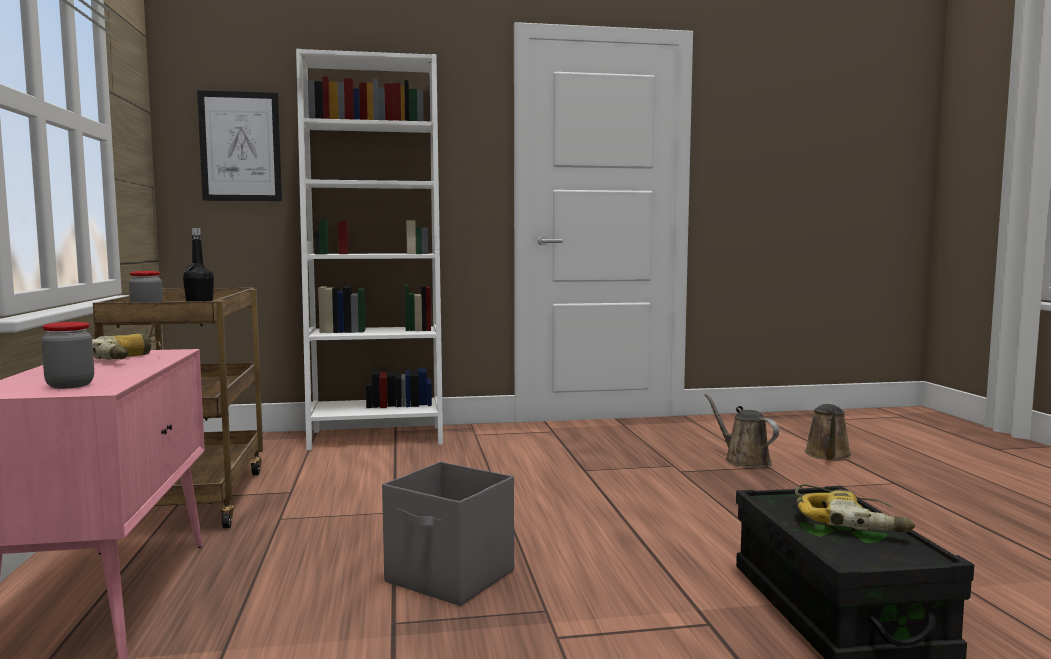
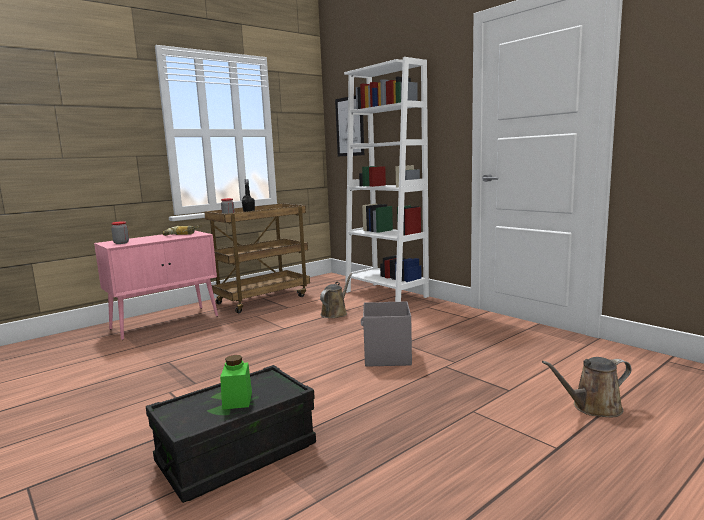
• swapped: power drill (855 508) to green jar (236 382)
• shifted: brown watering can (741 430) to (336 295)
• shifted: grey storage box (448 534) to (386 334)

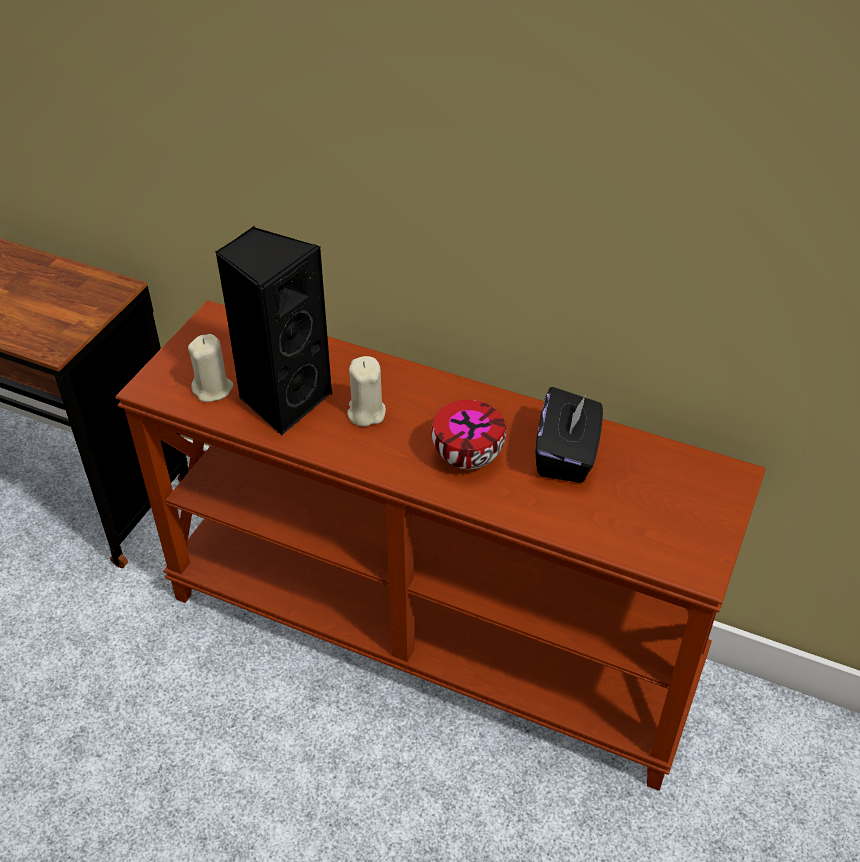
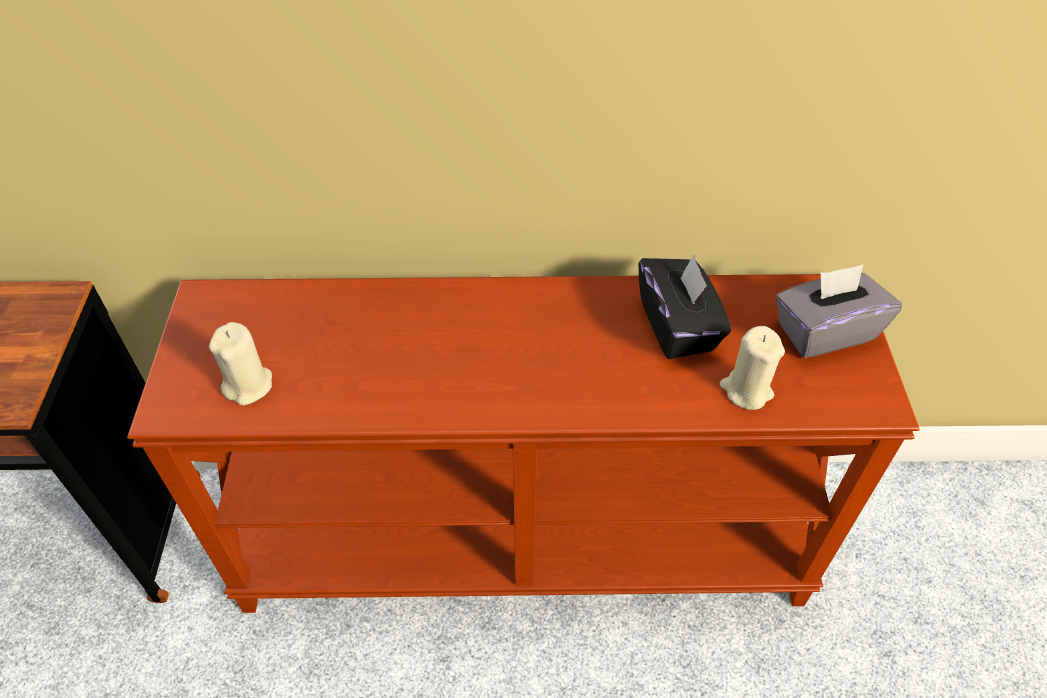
• shifted: beige candle (366 391) to (752 368)
• new: grey tissue box (839 311)
• gone: black speaker (274 331)
• gone: bowl (468 434)

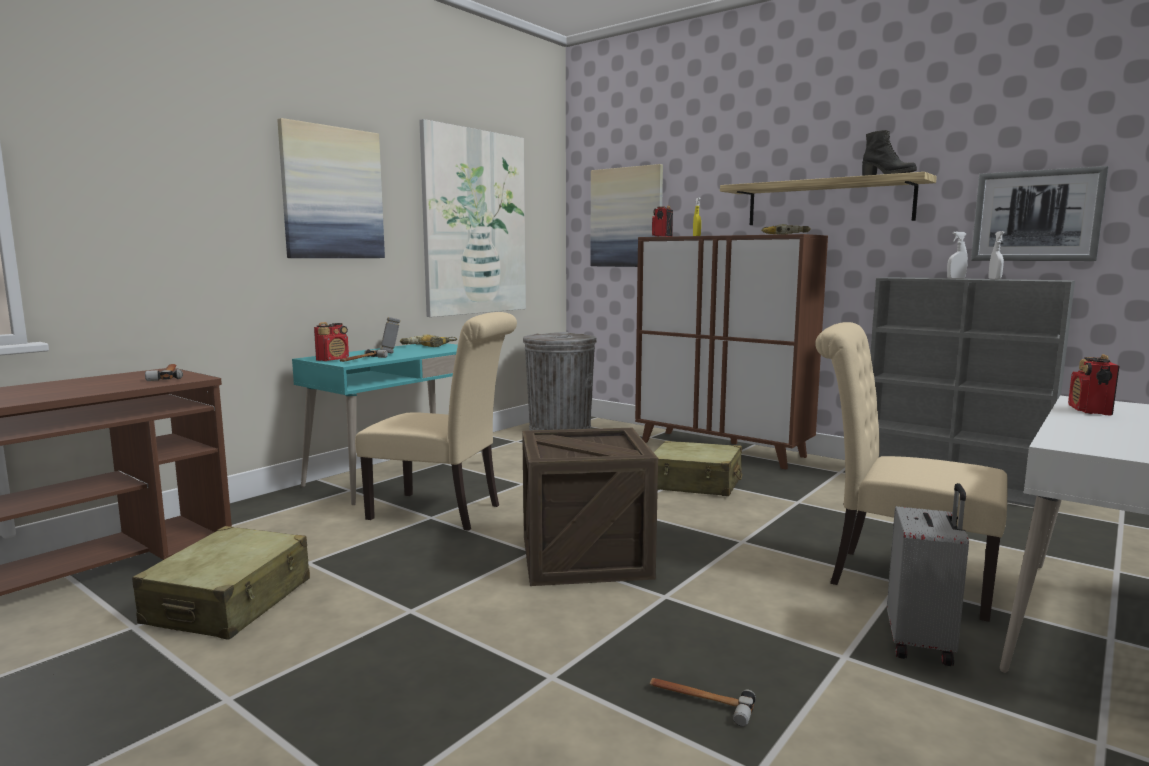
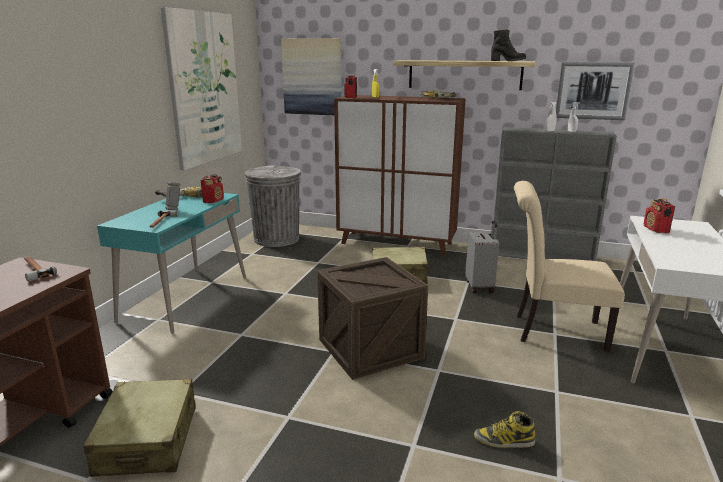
• shifted: radio (331 341) to (212 188)
• shifted: grey suitcase (928 574) to (482 256)
• swapped: hammer (703 702) to boot (504 429)
• gone: picture (331 188)
• gone: beige chair (436 421)

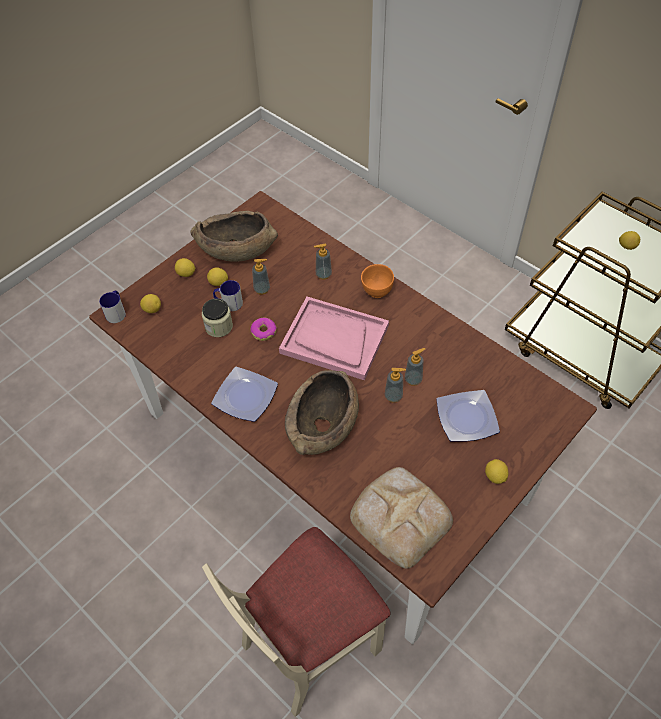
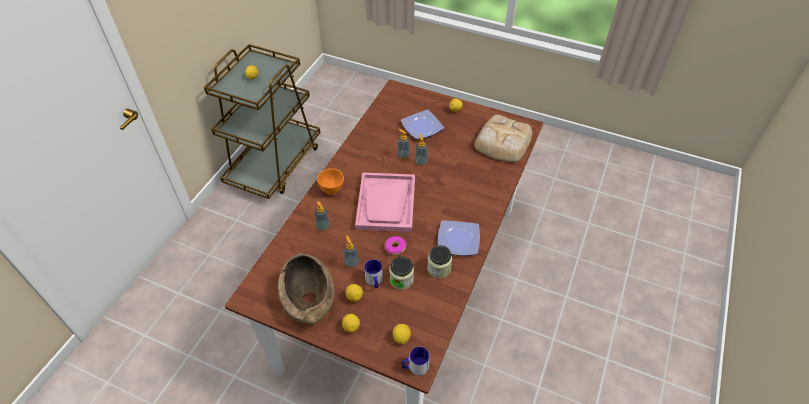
• new: jar (439 261)
• gone: beige chair (296 622)
• gone: brown bowl (322 412)

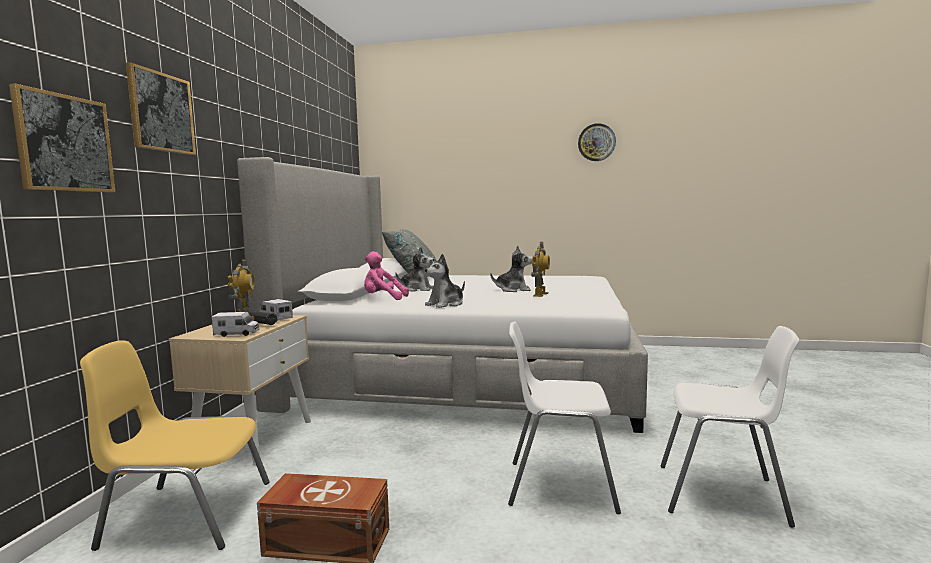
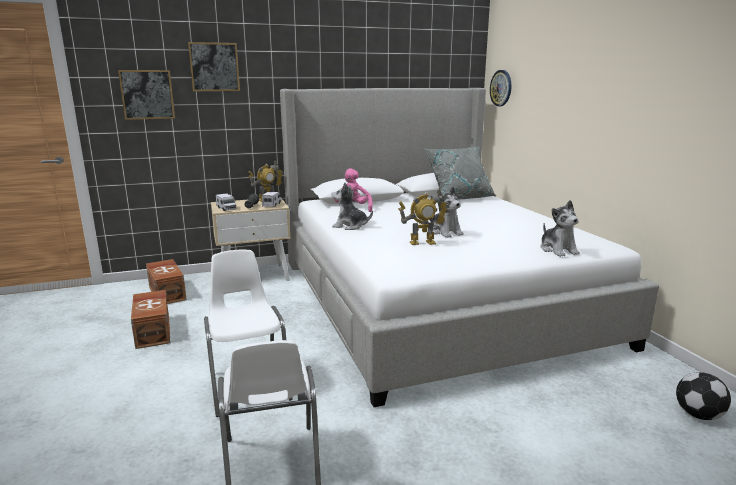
• swapped: yellow chair (175 445) to brown storage box (166 281)
• shifted: wall clock (597 142) to (500 88)
• shifted: plush toy (415 269) to (560 228)
• new: football (703 396)

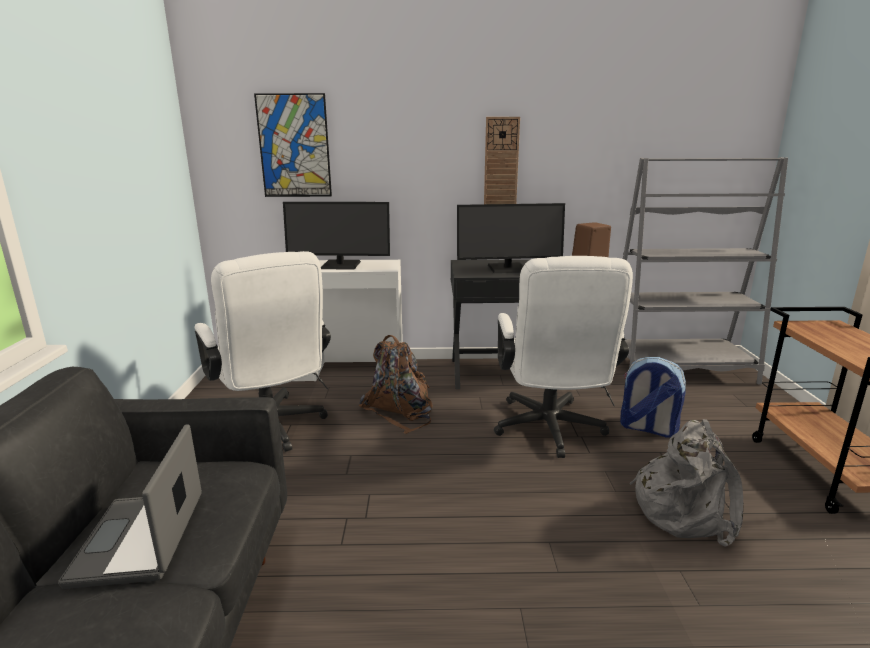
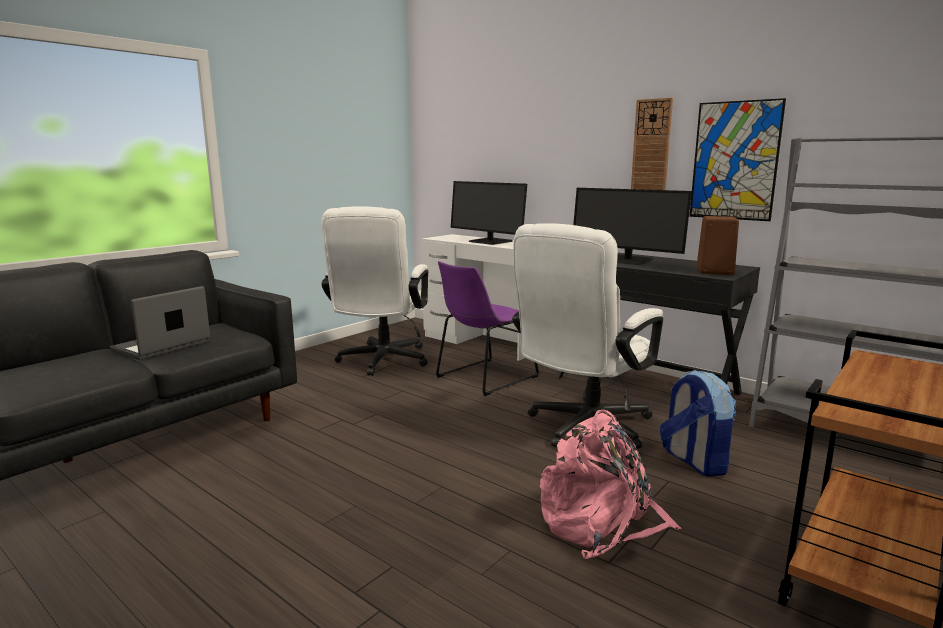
• swapped: brown backpack (396 384) to purple chair (487 328)
• repainted: grey backpack (686 482) to pink backpack (611 484)
• shifted: picture (293 145) to (737 159)

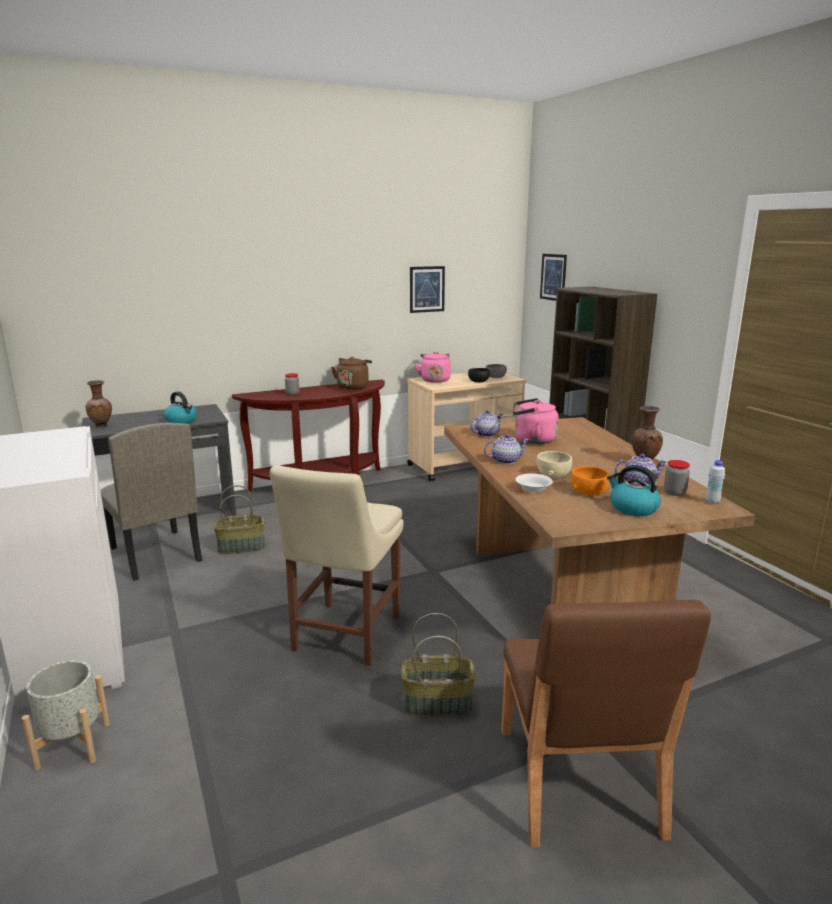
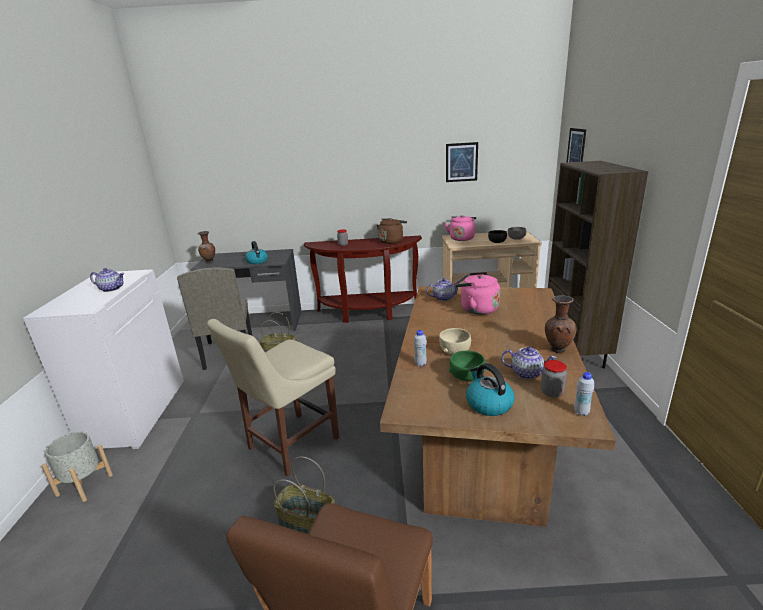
• shifted: teapot (506 449) to (107 280)
• swapped: white bowl (534 483) to white bottle (420 348)
• repainted: orange bowl (590 480) to green bowl (467 366)

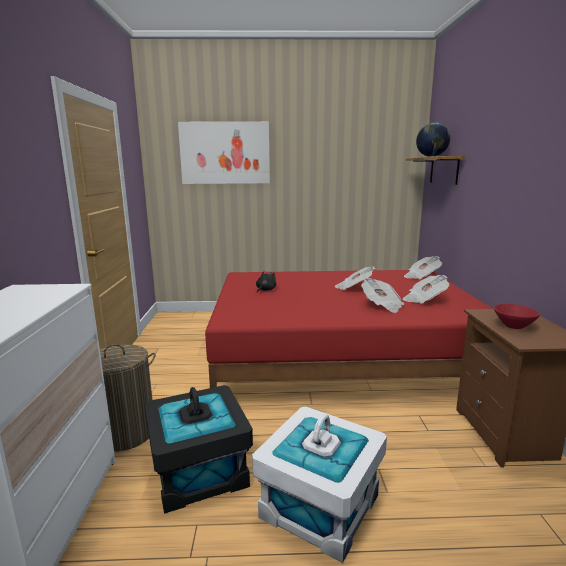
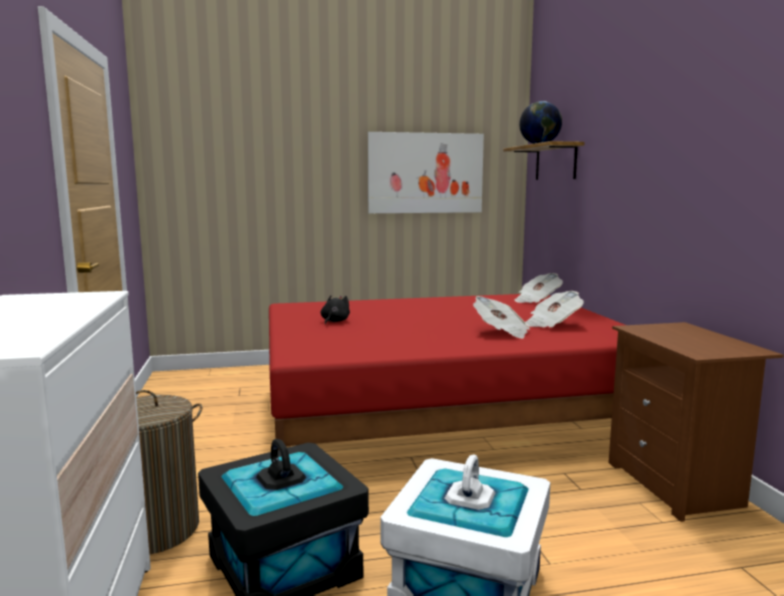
• shifted: picture (224 152) to (426 172)
• gone: newspaper (355 278)
• gone: red bowl (517 316)

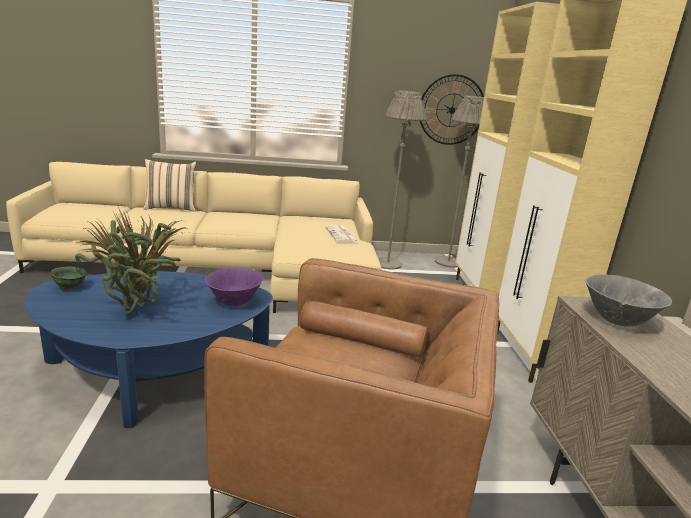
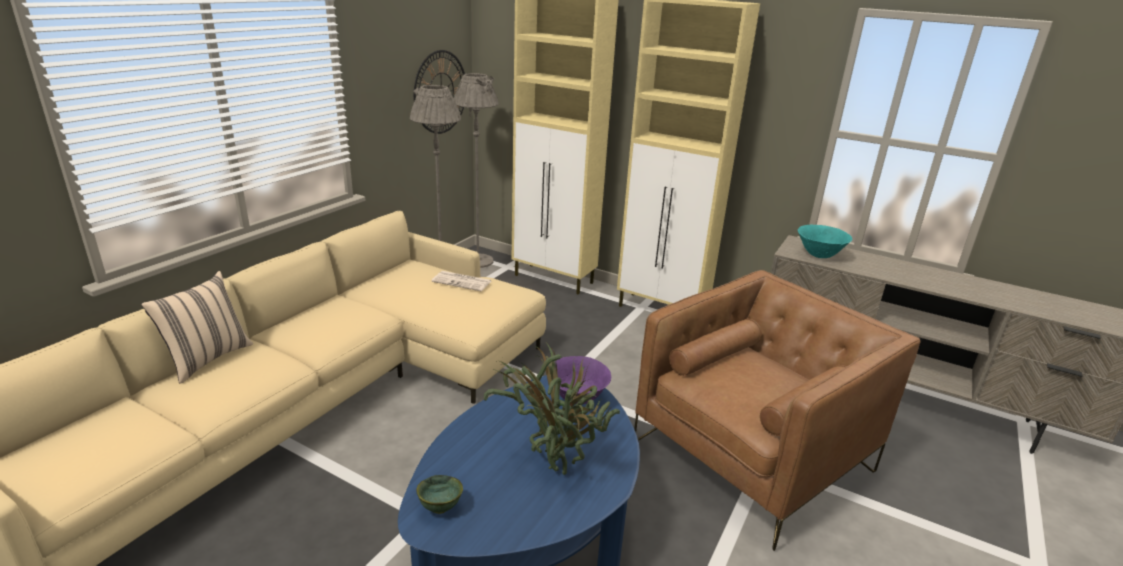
• repainted: grey bowl (628 300) to turquoise bowl (825 241)

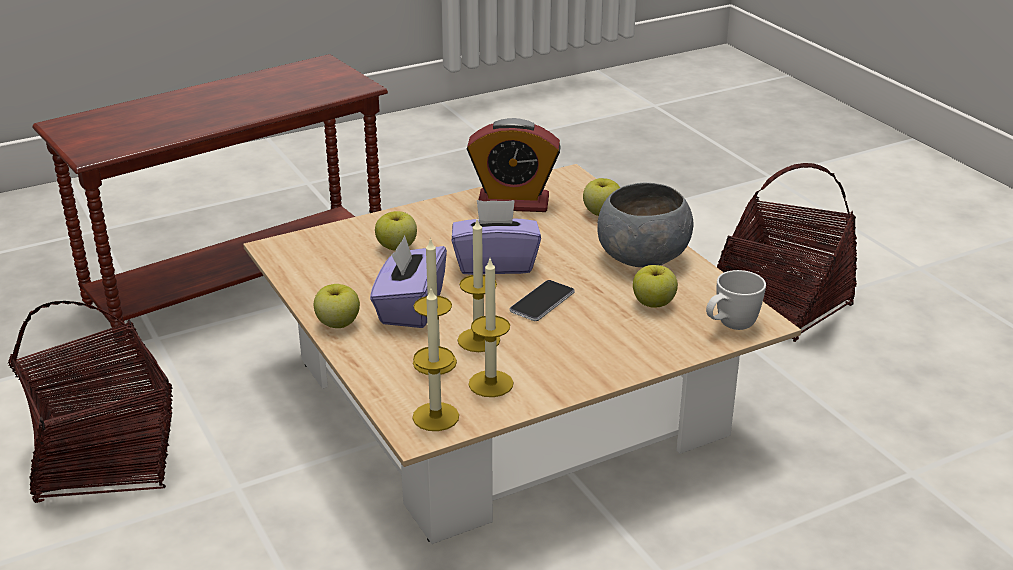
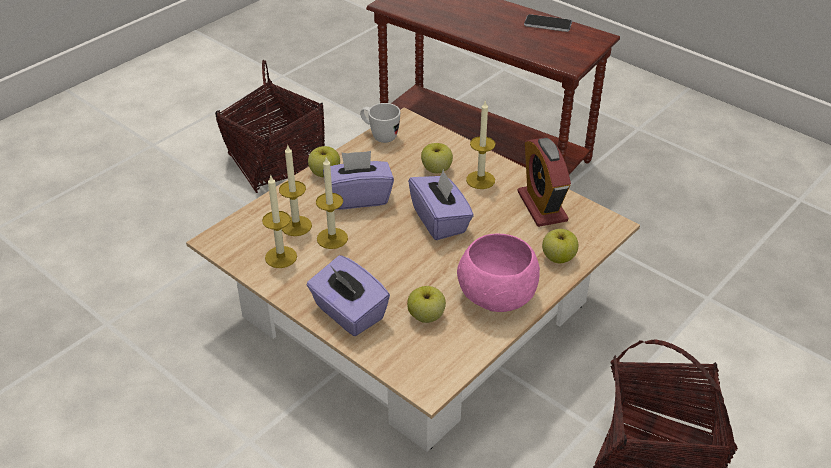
• new: purple tissue box (348 295)
• shifted: white mug (736 300) to (380 123)
• repainted: grey bowl (645 224) to pink bowl (498 273)
• shifted: candle (436 359) to (480 145)
• shifted: phone (542 300) to (548 23)

